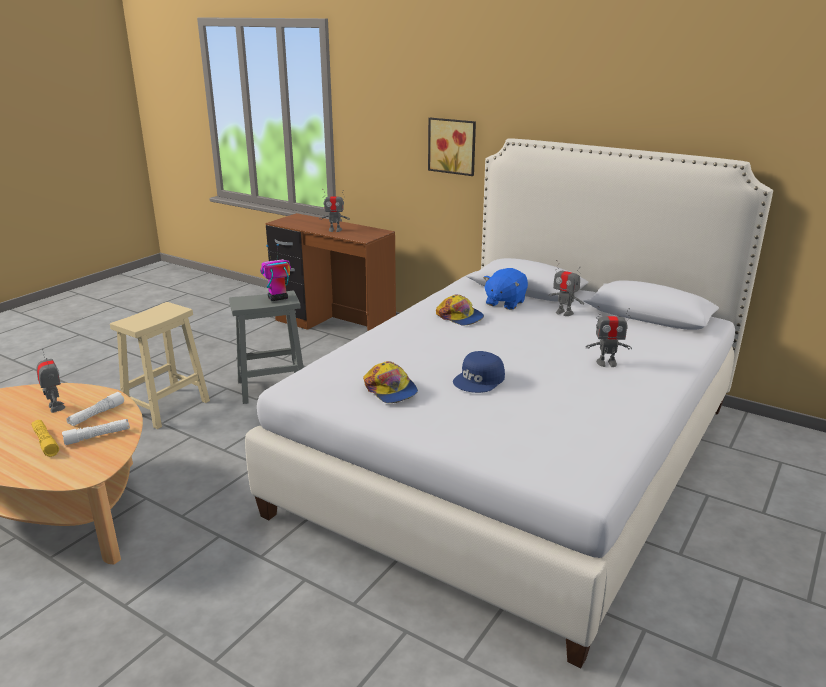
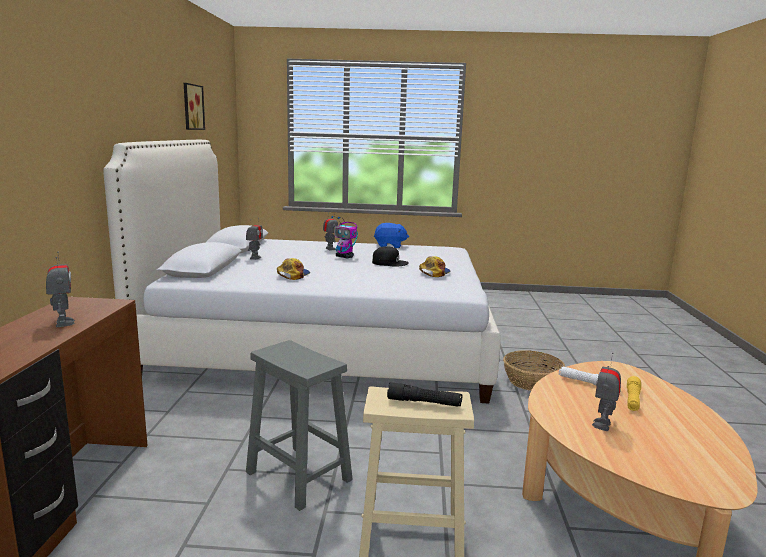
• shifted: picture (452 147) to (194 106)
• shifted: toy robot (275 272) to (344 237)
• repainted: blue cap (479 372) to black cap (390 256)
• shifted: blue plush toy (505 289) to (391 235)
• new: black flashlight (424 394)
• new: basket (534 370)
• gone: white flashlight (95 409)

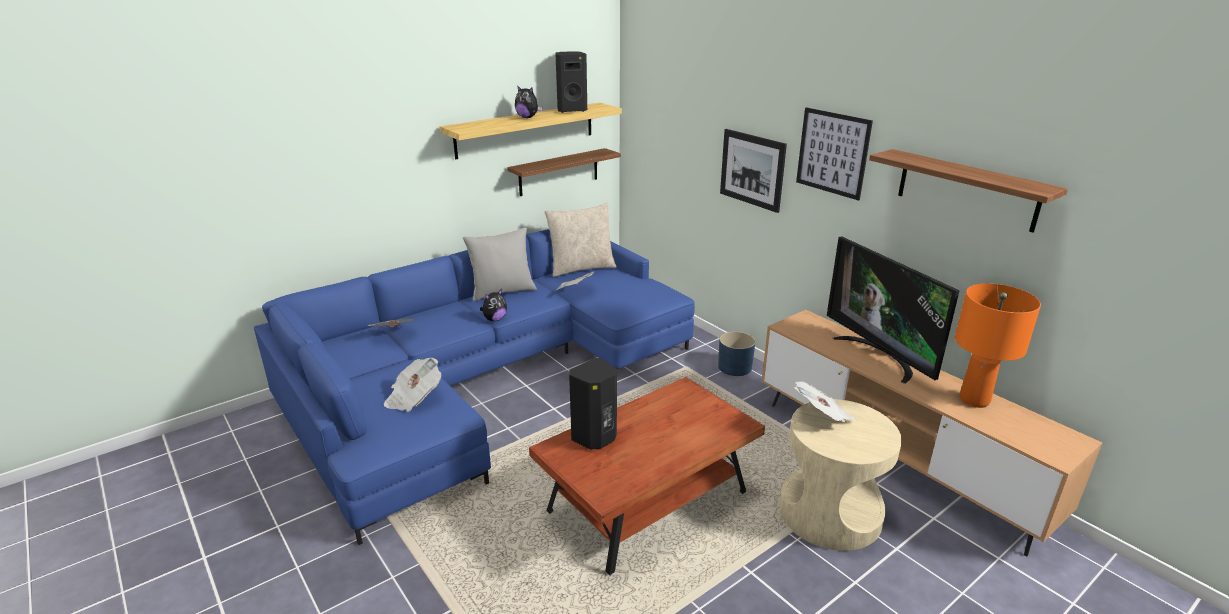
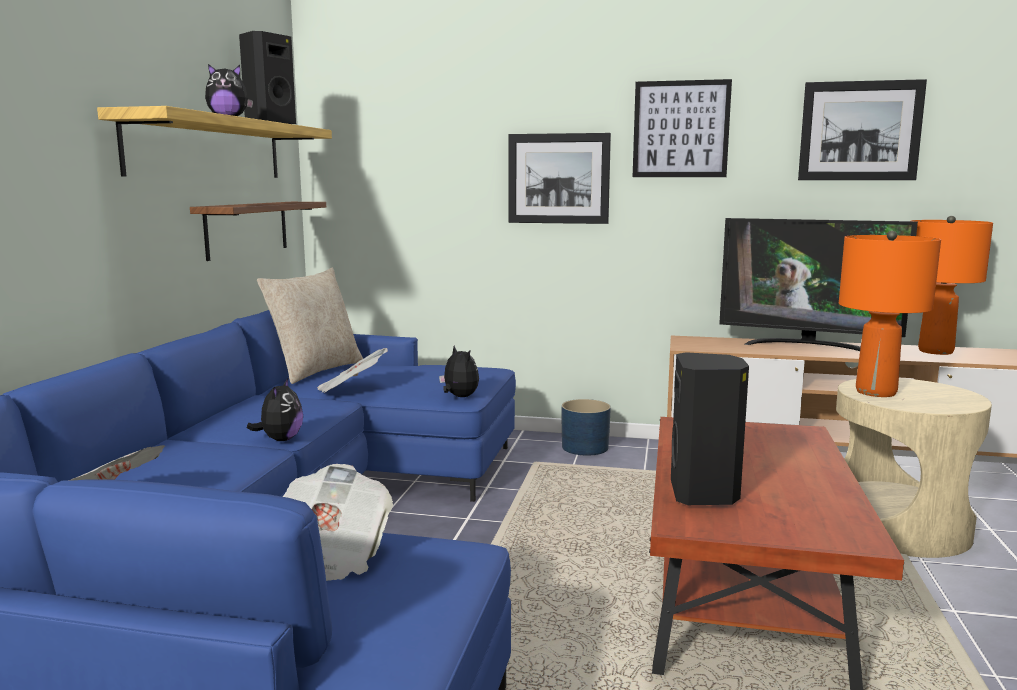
• new: plush toy (459 371)
• swapped: shelf (968 191) to picture (862 129)
• swapped: newspaper (825 402) to orange table lamp (890 314)
• gone: grey pillow (500 264)

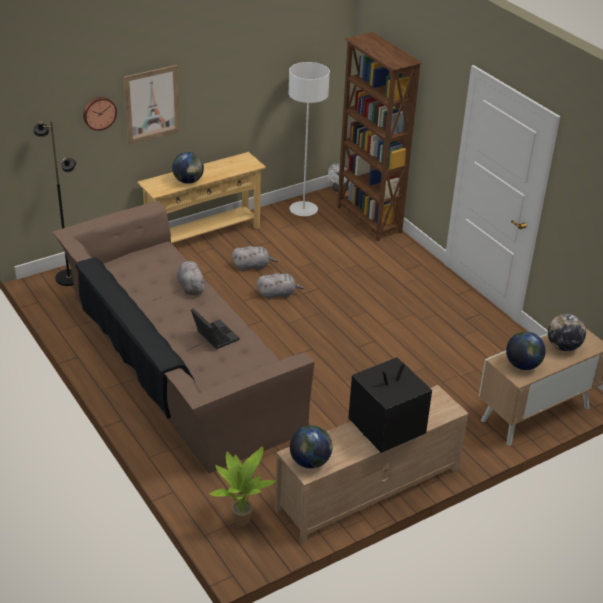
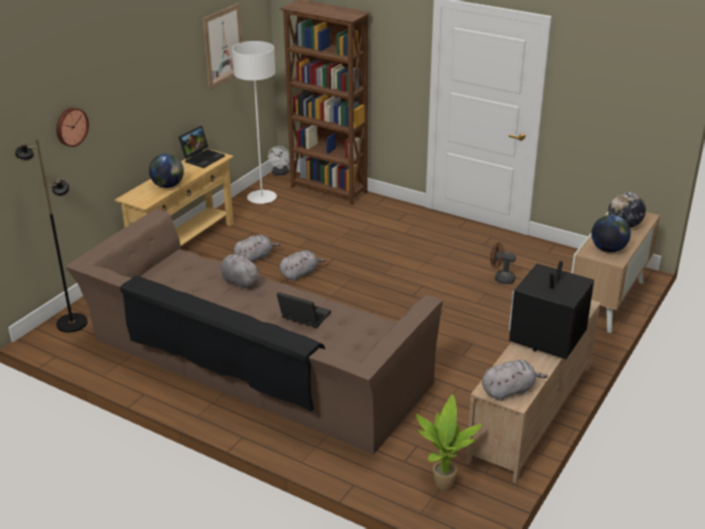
• new: laptop (201 147)
• shifted: picture (152 105) to (222 46)
• swapped: globe (311 446) to grey plush toy (515 380)
• new: brown fan (503 263)

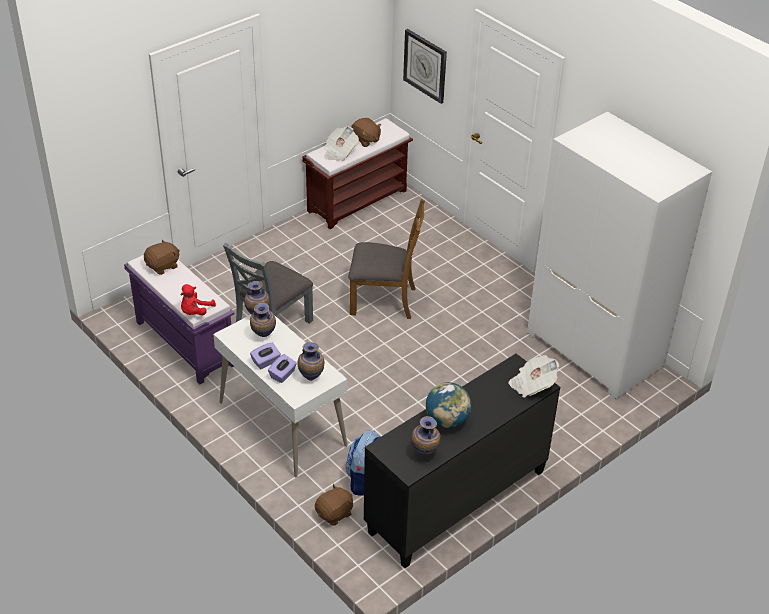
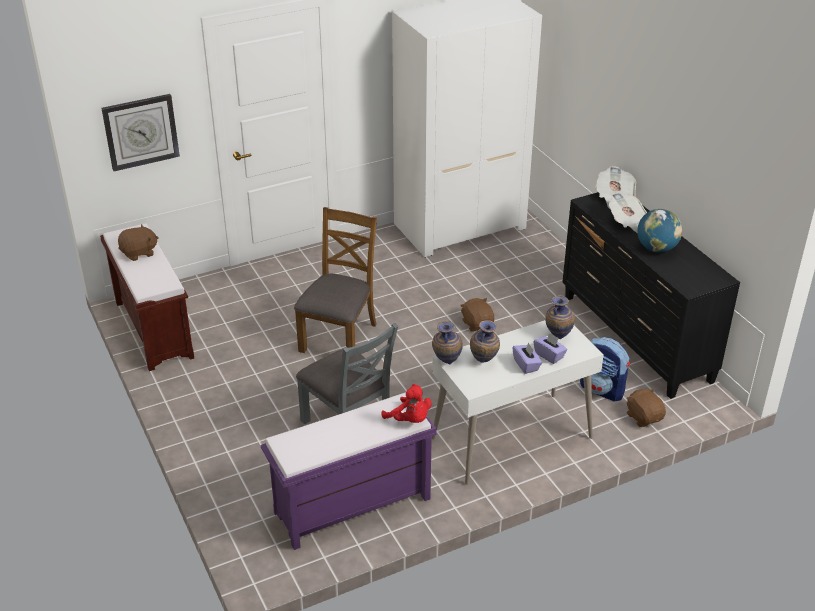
• shifted: brown plush toy (162 257) to (477 315)
• shifted: newspaper (341 144) to (628 212)
• gone: vase (426 436)

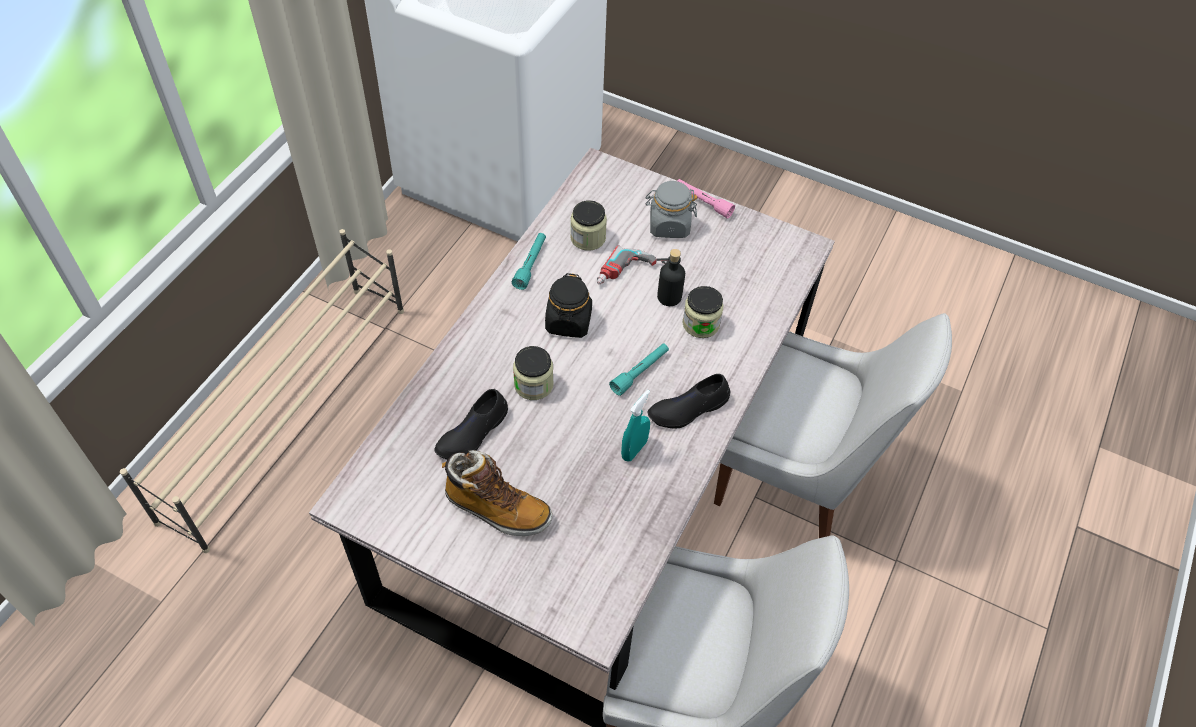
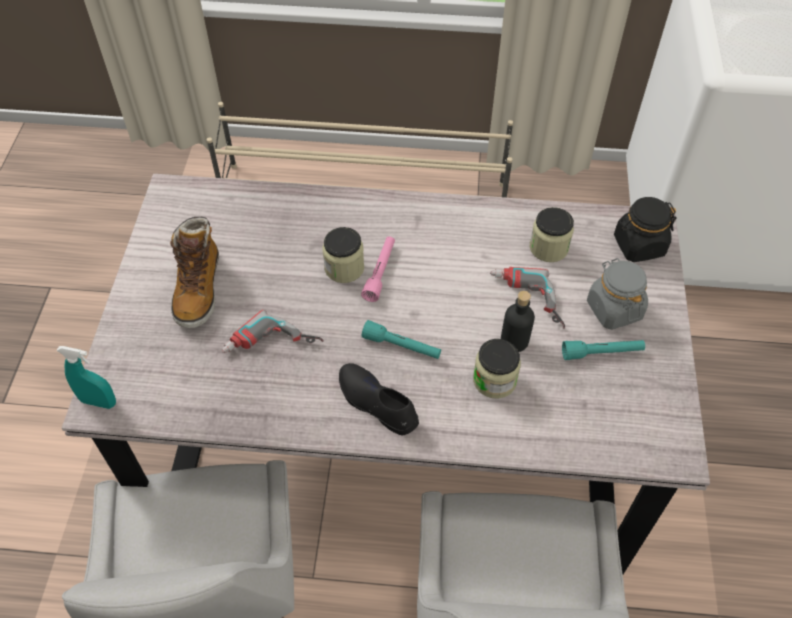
• shifted: turquoise spray bottle (635 425) to (86 377)
• new: power drill (273 331)
• shifted: pink flashlight (706 199) to (378 269)
• shifted: turquoise flashlight (529 261) to (603 350)
• shifted: black jar (568 305) to (645 229)
• gone: black shoe (471 424)

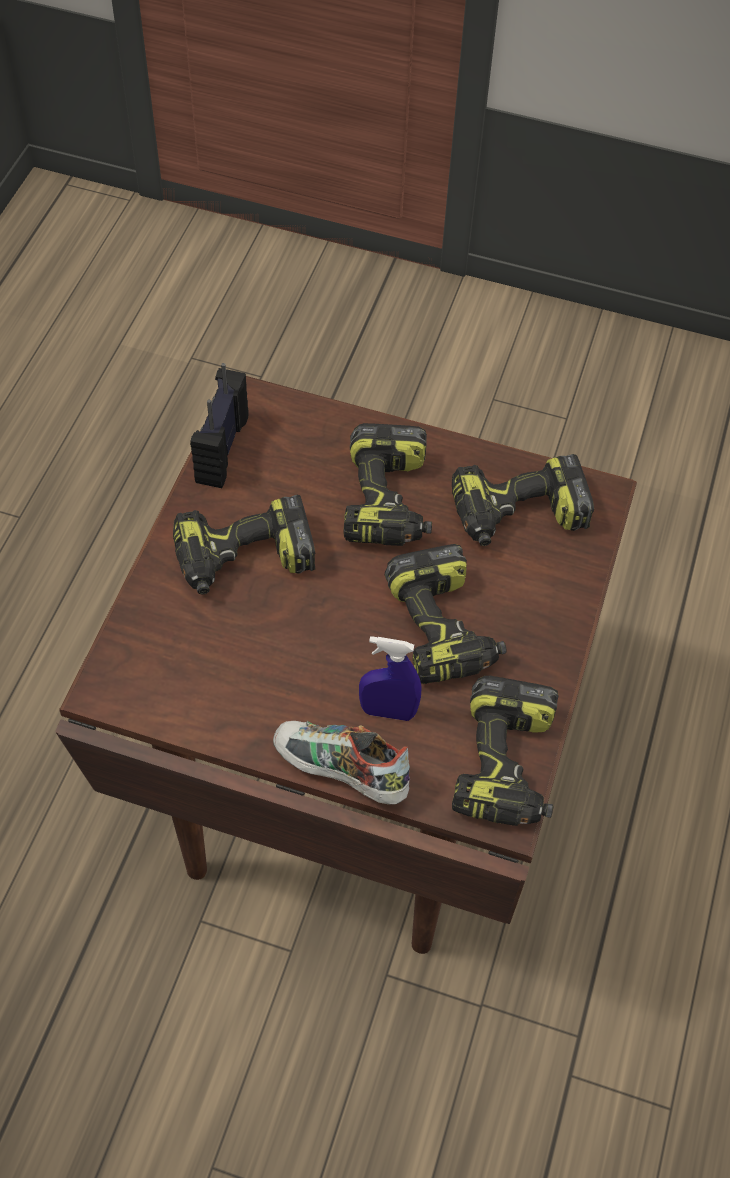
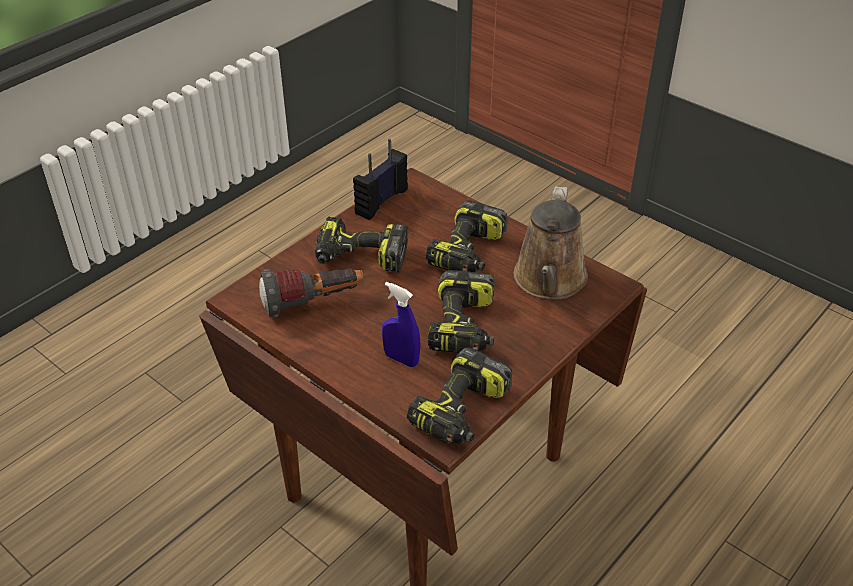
• new: flashlight (311 292)
• swapped: power drill (523 500) to brown watering can (551 243)
• gone: shoe (341 763)

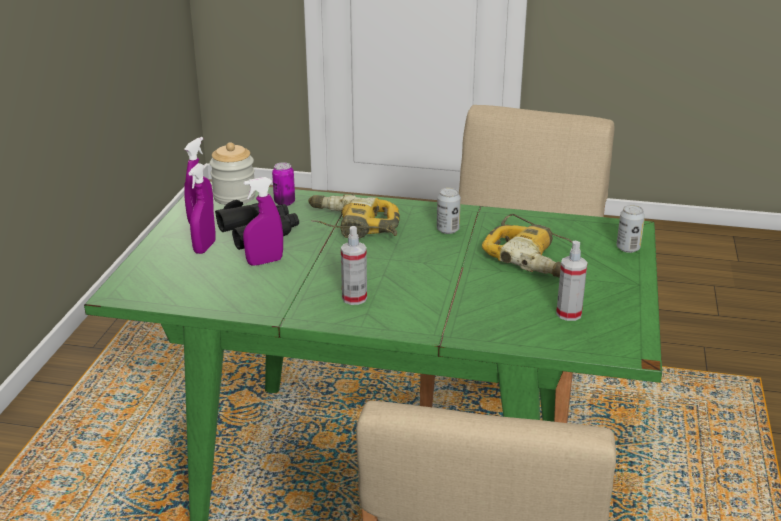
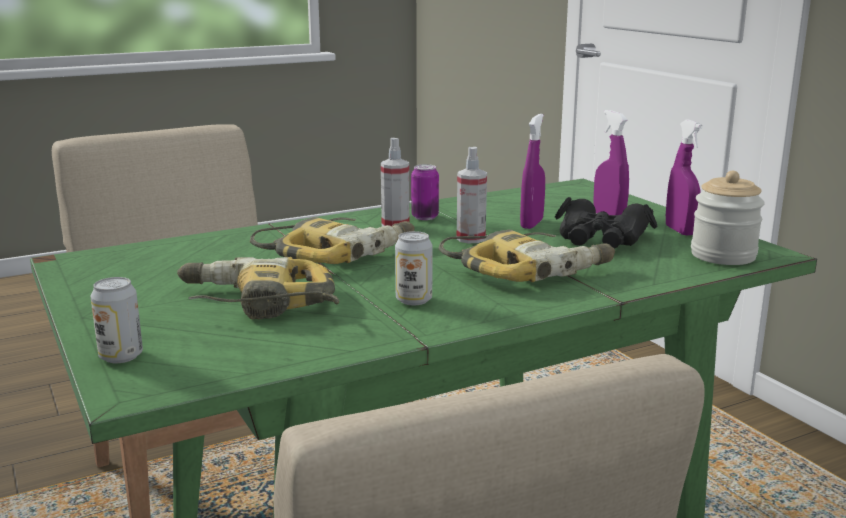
• new: power drill (332 240)
• shifted: can (283 184) to (425 192)
• shifted: spray bottle (572 281) to (472 195)

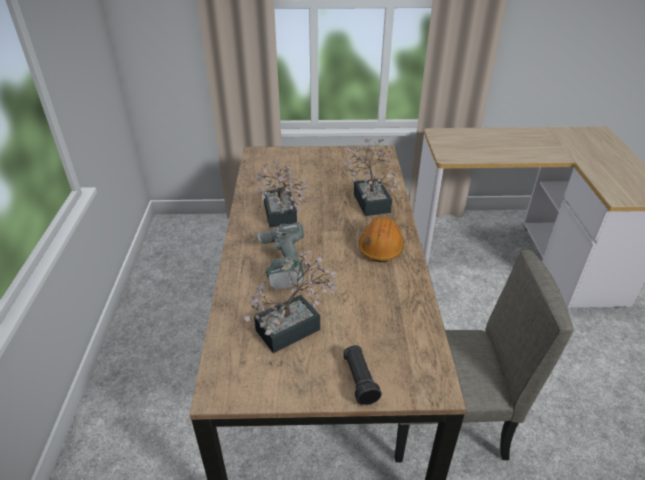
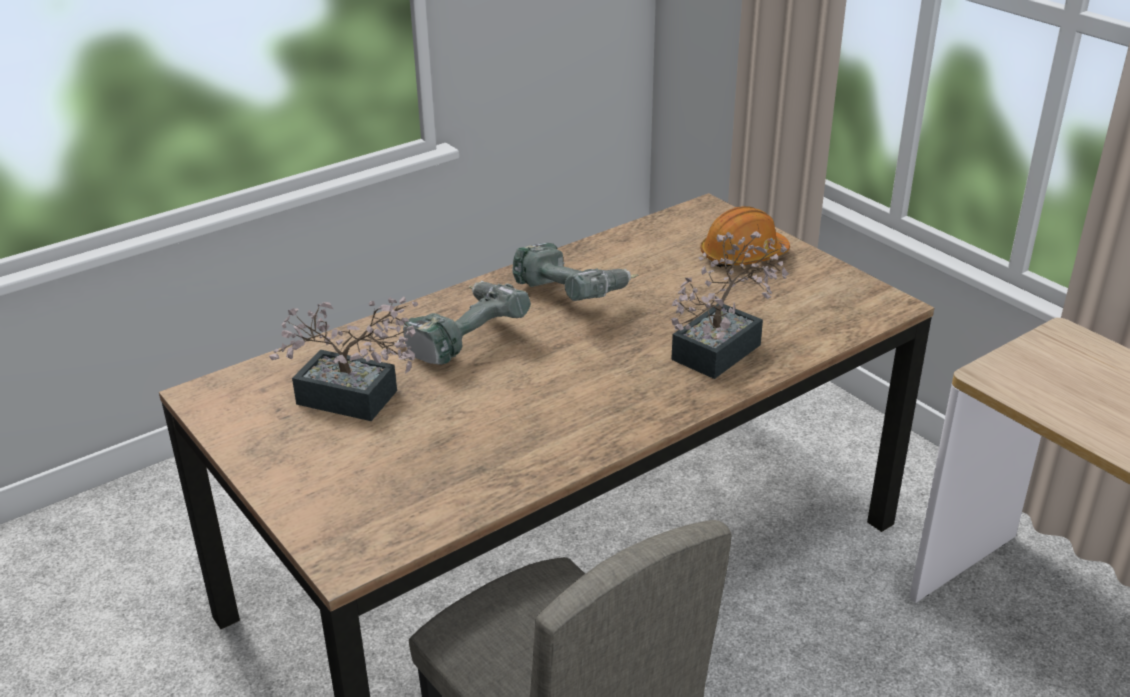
• swapped: potted plant (282 194) to power drill (575 272)
• shifted: orange hard hat (381 239) to (745 236)
• gone: black flashlight (363 375)

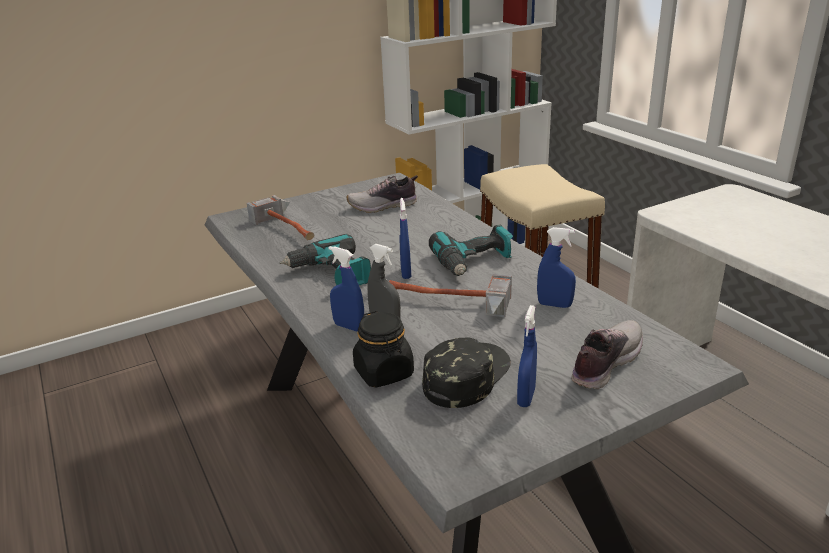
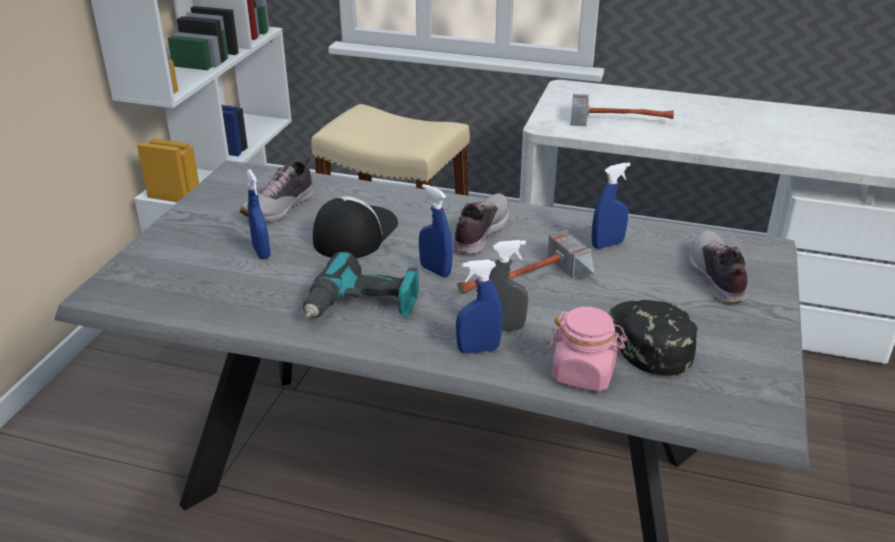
• shifted: blue spray bottle (527 356) to (258 214)
• new: cap (355 227)
• swapped: power drill (471 250) to shoe (481 223)
• repainted: black jar (383 349) to pink jar (588 349)
• shifted: hammer (281 217) to (622 110)

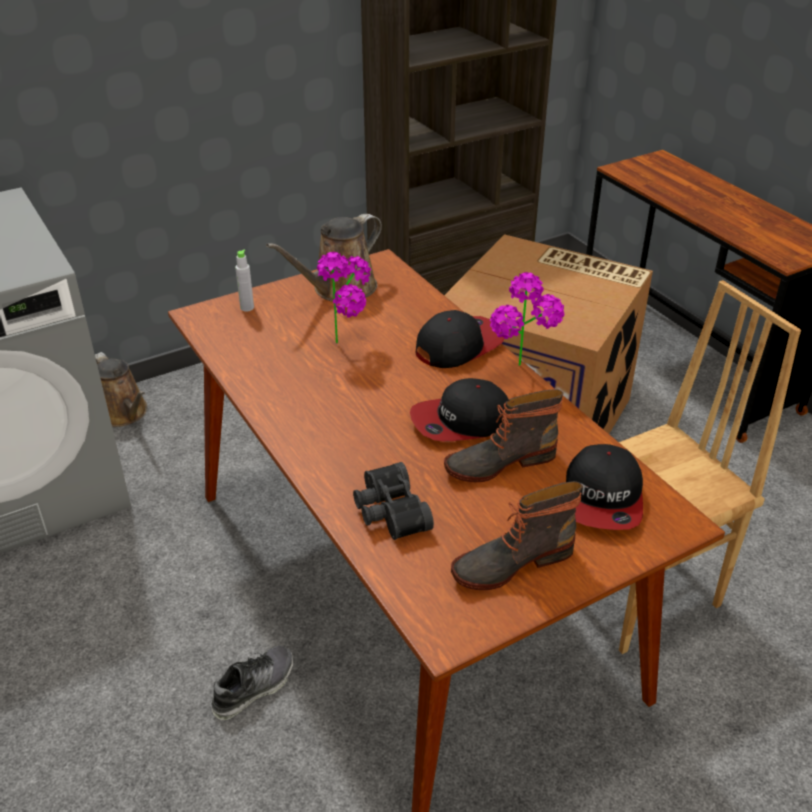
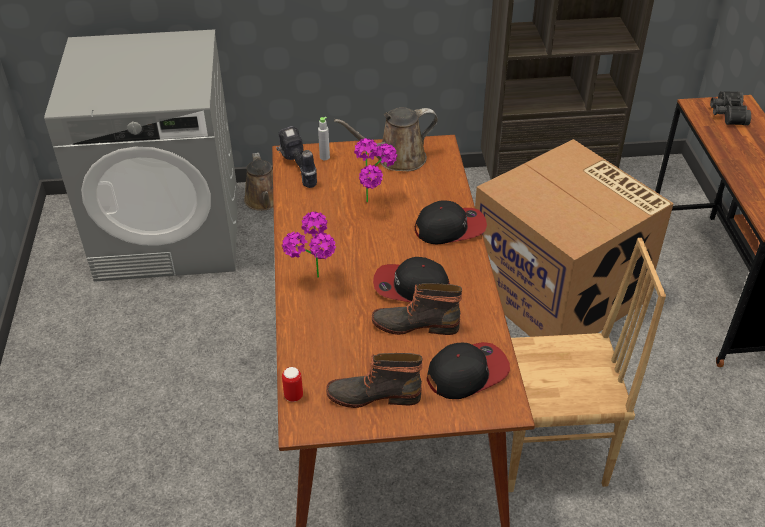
• new: power drill (296 157)
• shifted: potted plant (527 319) to (309 244)
• new: can (292 384)
• rotated: cap (604 487) = (468 370) 150 degrees counterclockwise
• shifted: black binoculars (393 501) to (730 108)
• gone: shoe (252 682)

